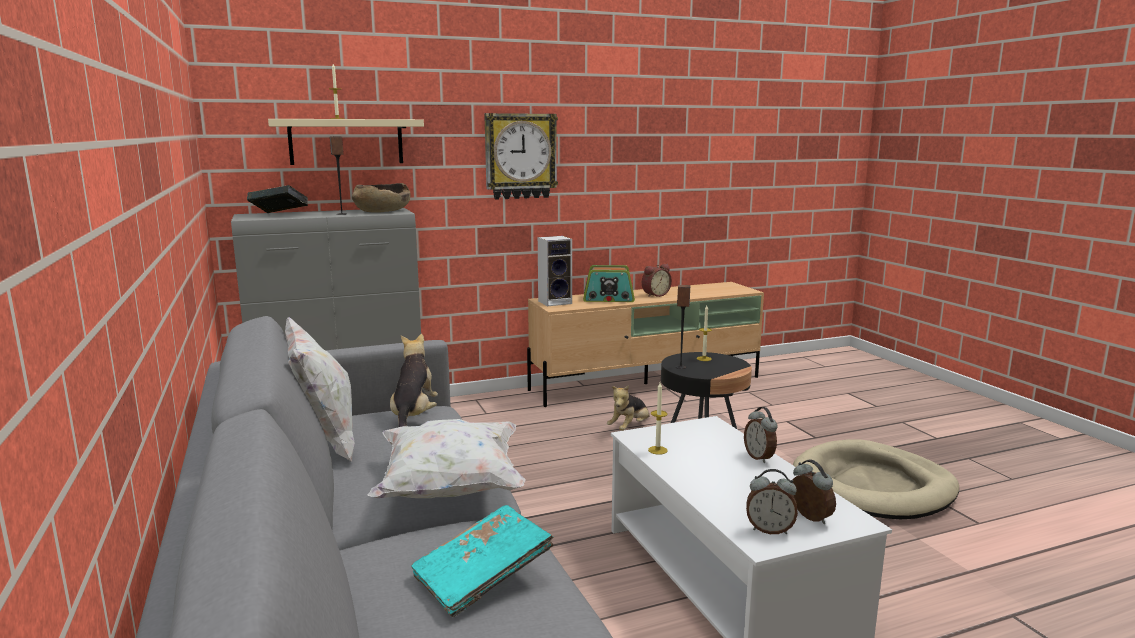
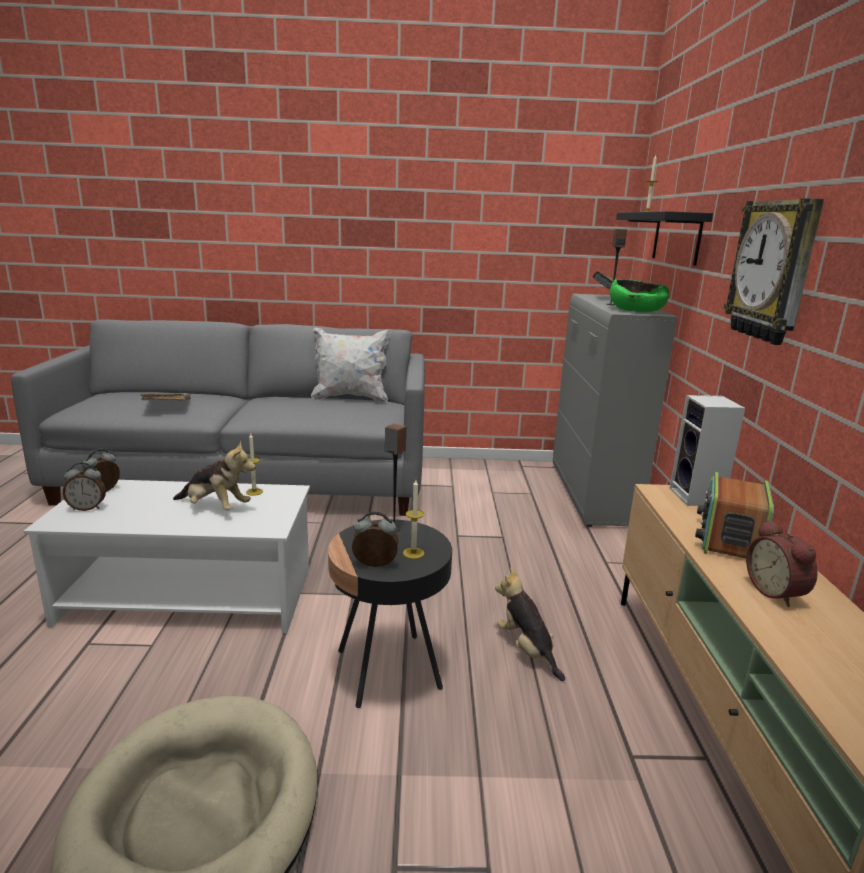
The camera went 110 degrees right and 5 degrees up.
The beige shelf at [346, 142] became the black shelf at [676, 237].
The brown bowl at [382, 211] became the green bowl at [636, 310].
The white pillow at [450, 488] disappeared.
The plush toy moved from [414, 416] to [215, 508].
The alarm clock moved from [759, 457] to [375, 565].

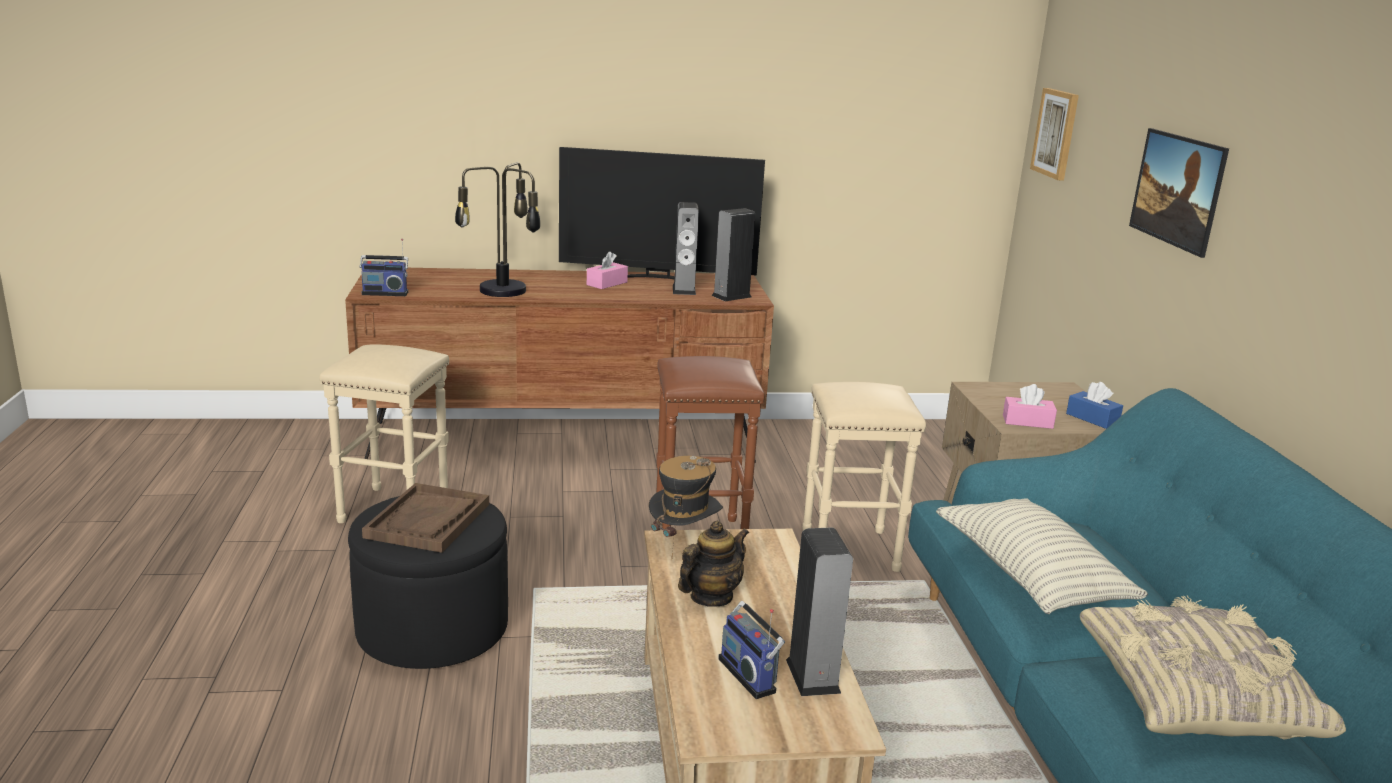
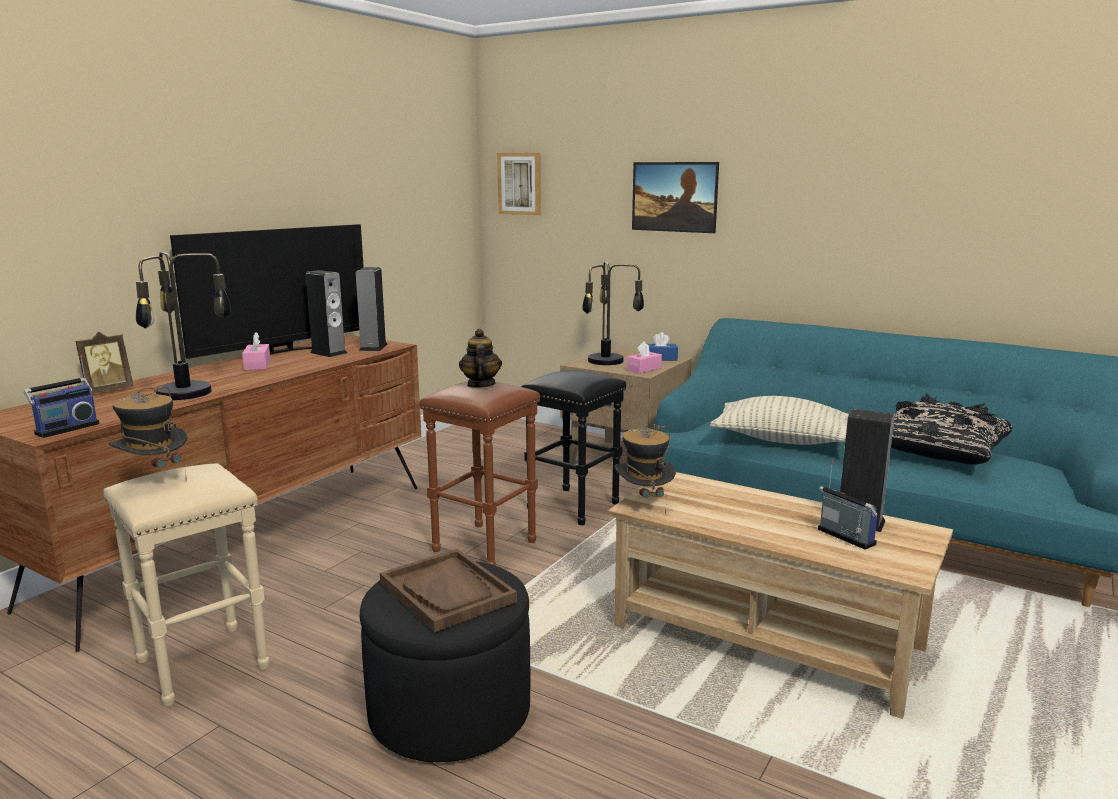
The camera went 50 degrees left and 5 degrees down.
The teapot moved from [711, 597] to [480, 385].
The radio at [750, 674] turned 135 degrees counterclockwise.
The beige stool at [851, 548] became the black stool at [573, 505].
The beige pillow at [1193, 702] became the black pillow at [938, 454].
The picture frame at [107, 391] appeared.
The hat at [154, 479] appeared.
The table lamp at [606, 361] appeared.

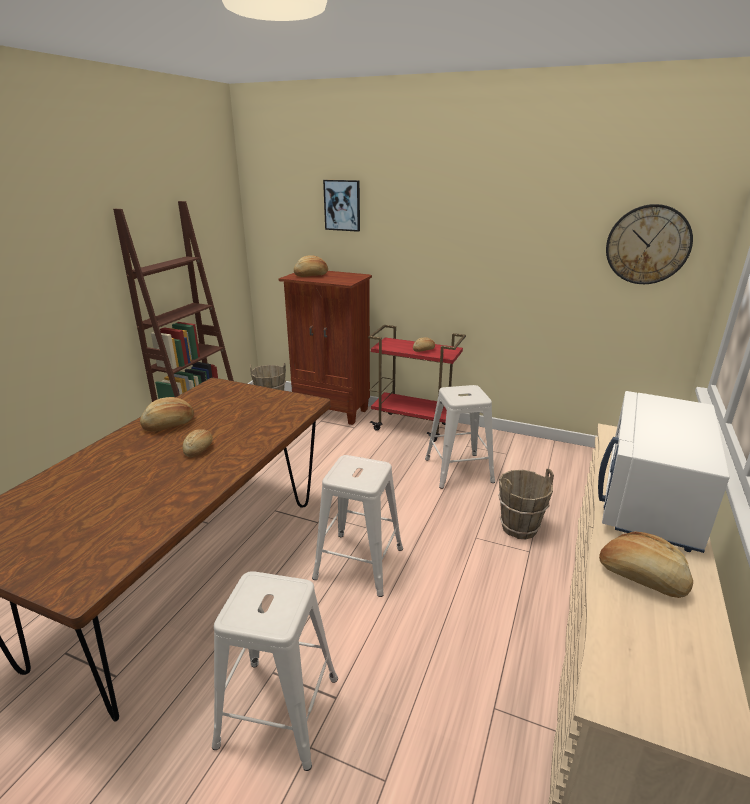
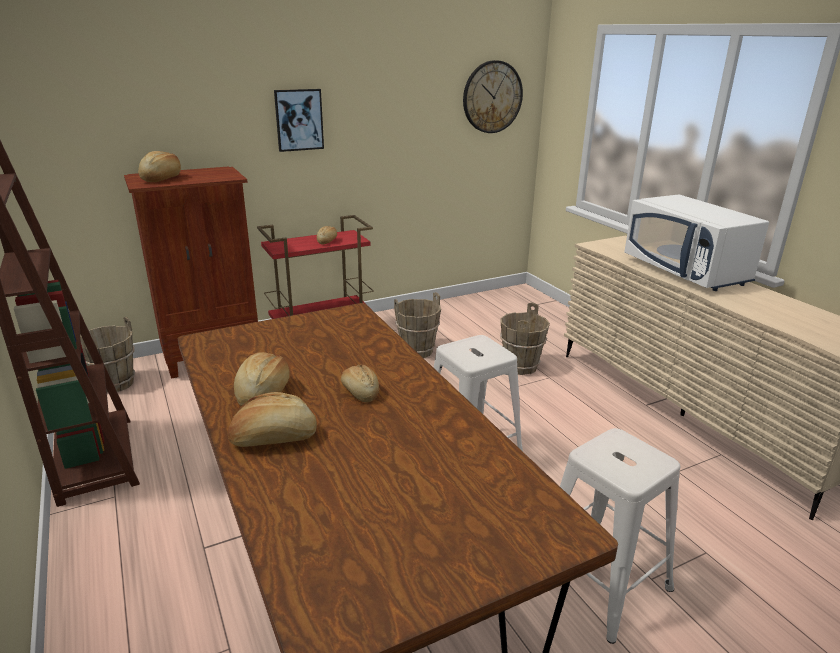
The camera went 50 degrees left and 0 degrees up.
The picture moved from [342, 205] to [299, 120].
The white stool at [458, 470] was replaced by the brown bucket at [417, 351].
The bread moved from [641, 578] to [274, 438].

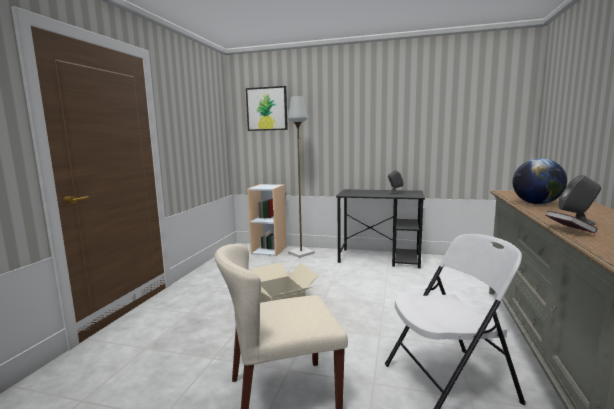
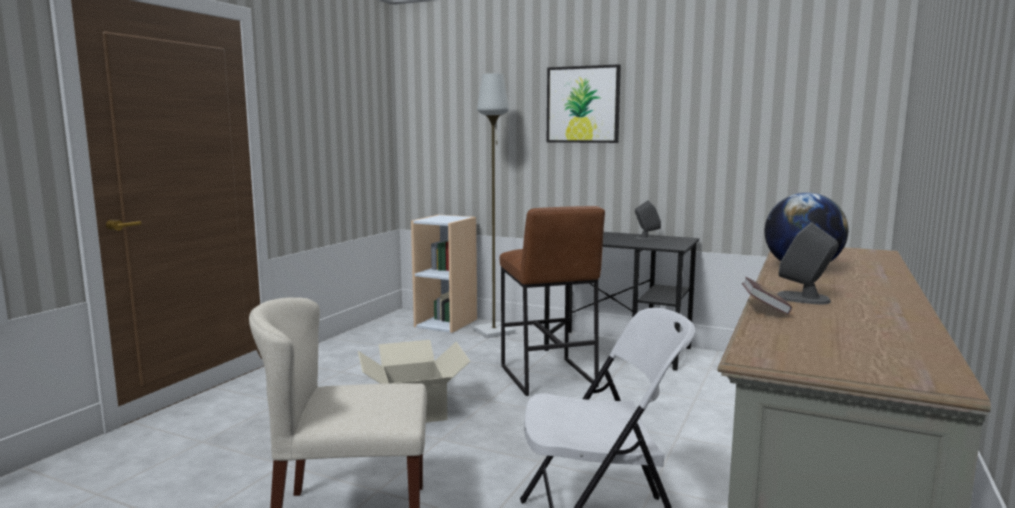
The camera went 10 degrees right and 0 degrees up.
The picture moved from [267, 109] to [583, 104].
The brown stool at [548, 377] appeared.

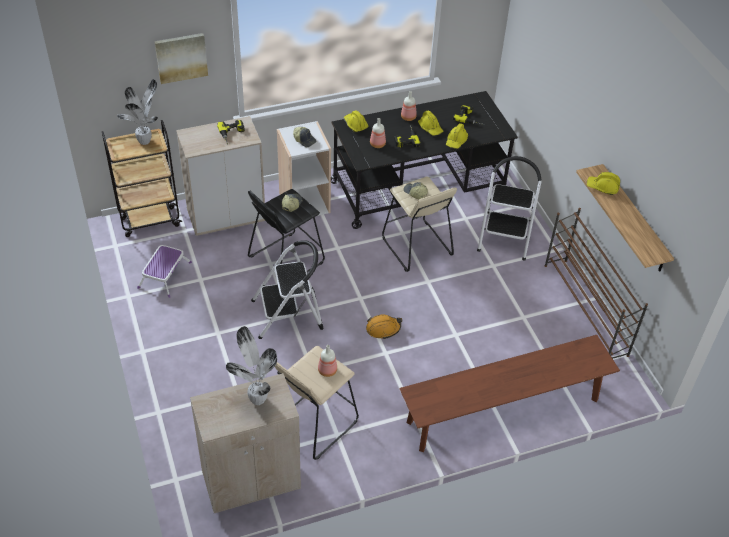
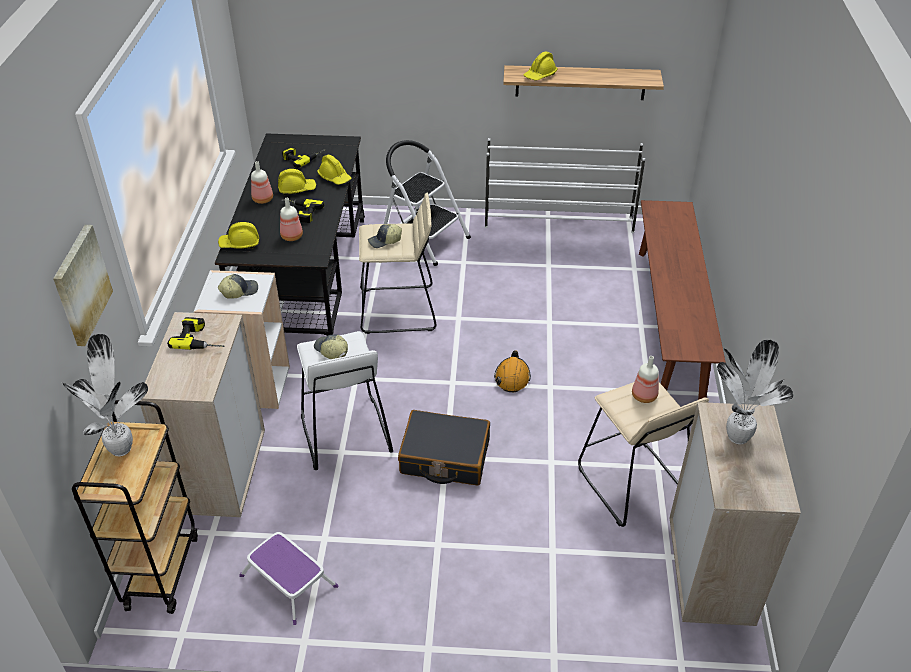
The camera went 65 degrees left and 5 degrees down.
The black stool at [286, 259] became the white stool at [344, 433].
The step ladder at [289, 315] was replaced by the black suitcase at [444, 457].
The brown shoe rack at [585, 309] became the white shoe rack at [559, 222].

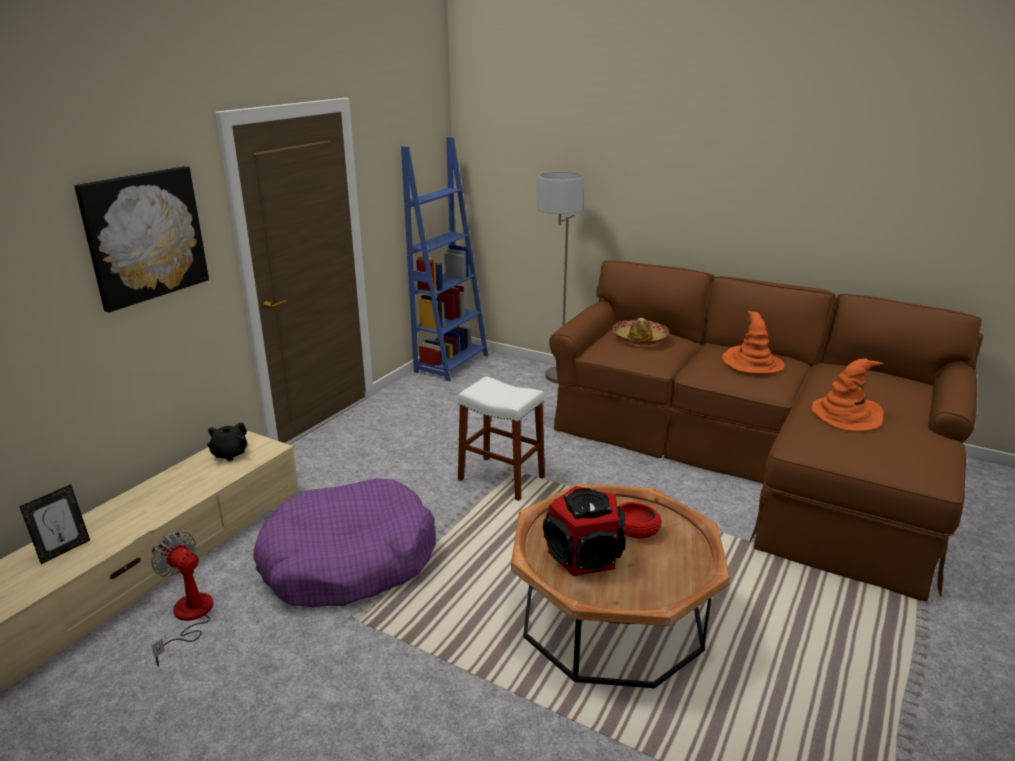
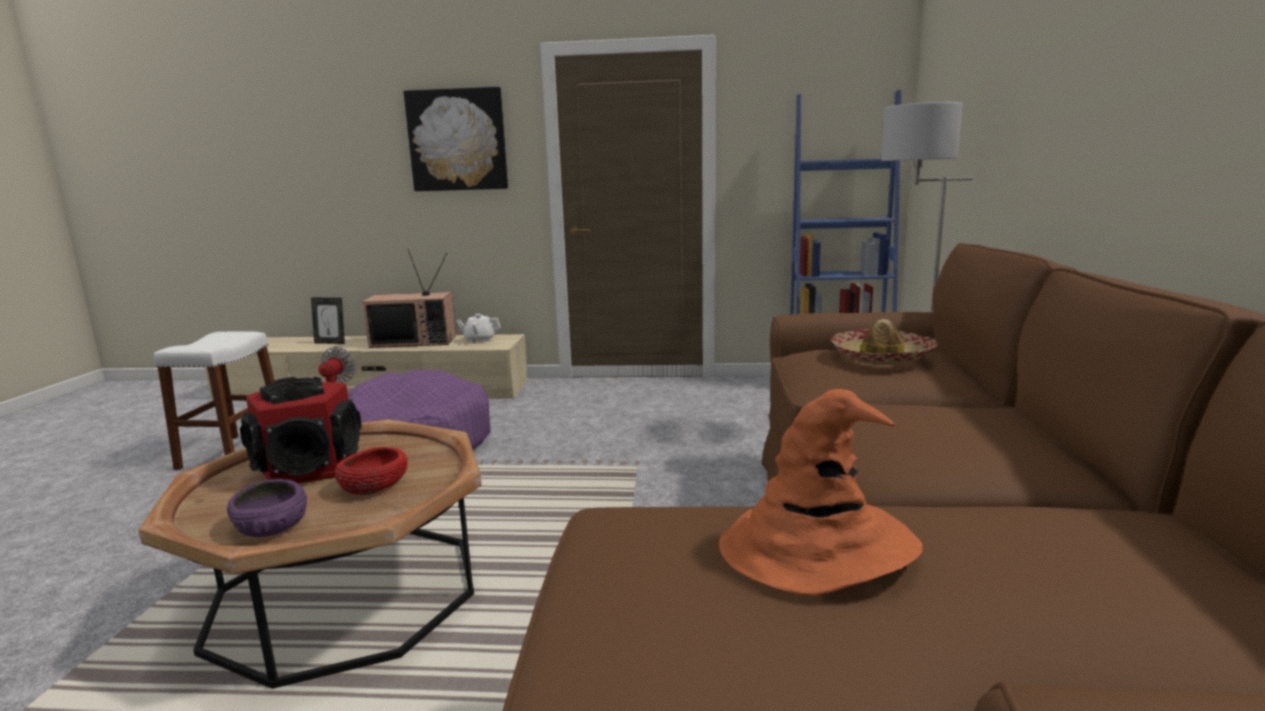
The camera went 65 degrees right and 10 degrees down.
The black teapot at [229, 454] became the white teapot at [480, 340].
The white stool moved from [501, 478] to [233, 453].
The orange hat at [752, 363] disappeared.
The purple bowl at [272, 524] appeared.
The television at [415, 341] appeared.

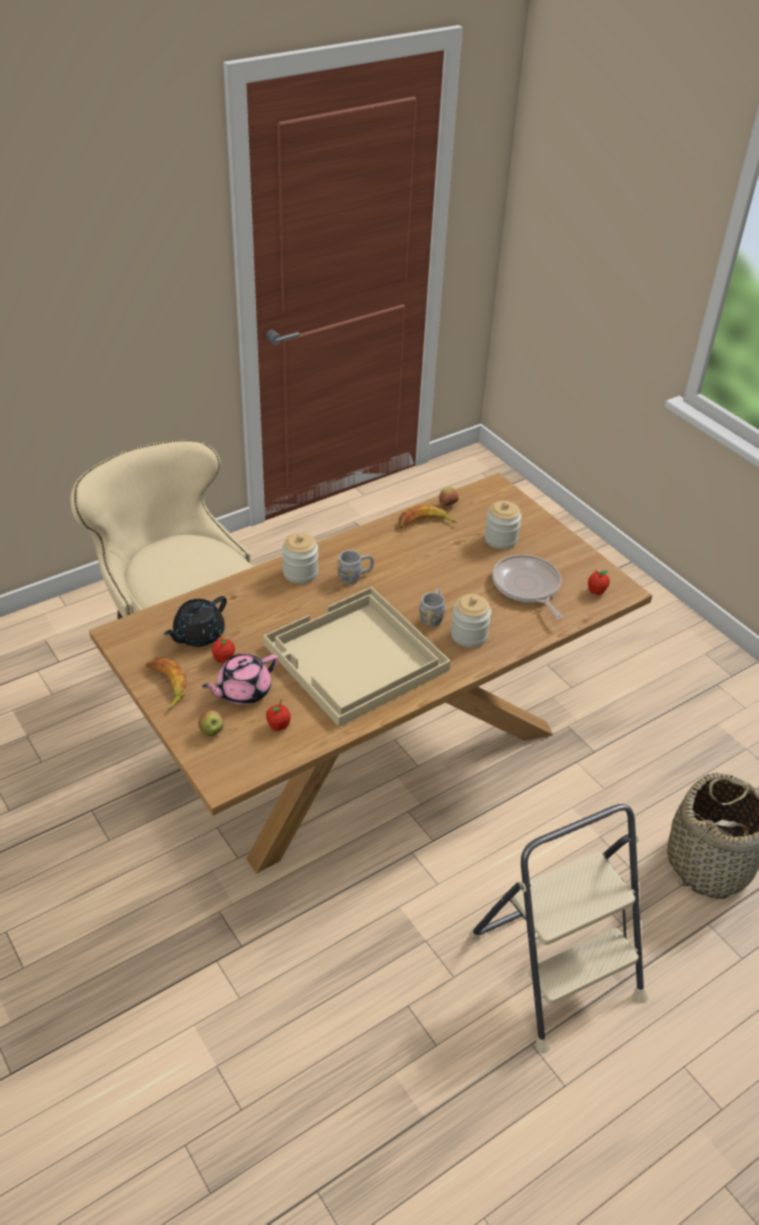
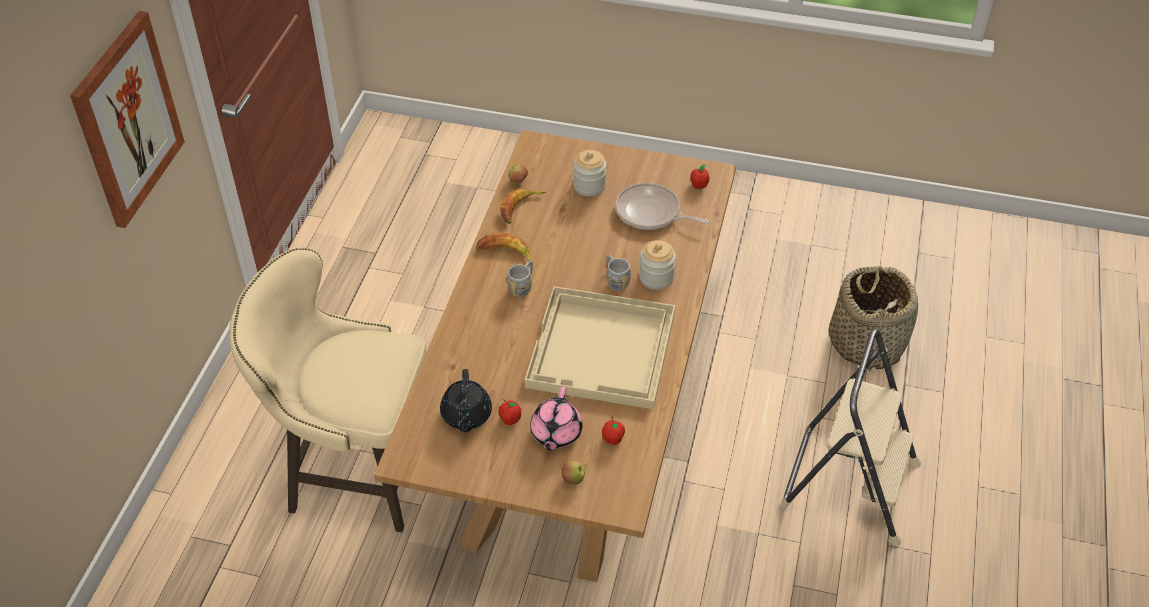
The camera went 40 degrees left and 5 degrees up.
The banana moved from [166, 685] to [504, 253].
The jar at [300, 572] disappeared.
The picture at [127, 119] appeared.

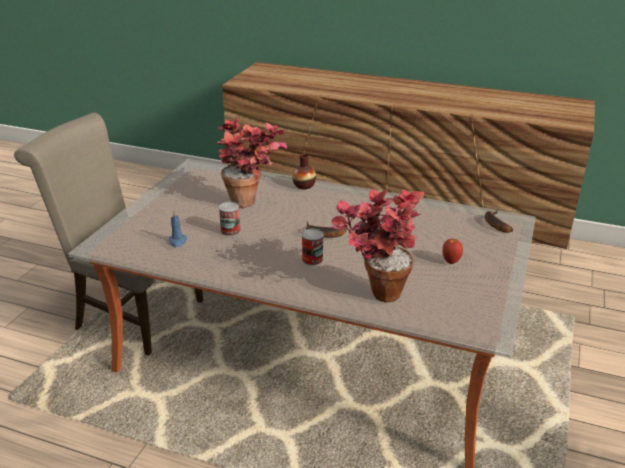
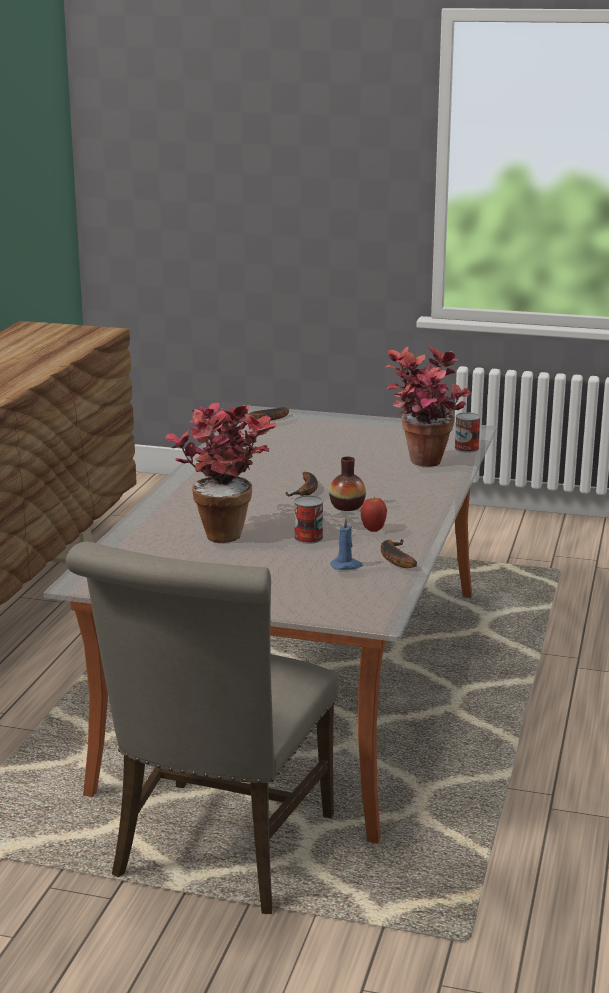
The camera went 95 degrees left and 10 degrees down.
The vase moved from [304, 185] to [347, 506].
The can moved from [312, 259] to [466, 448].
The apple moved from [451, 261] to [373, 530].
The banana at [394, 558] appeared.

